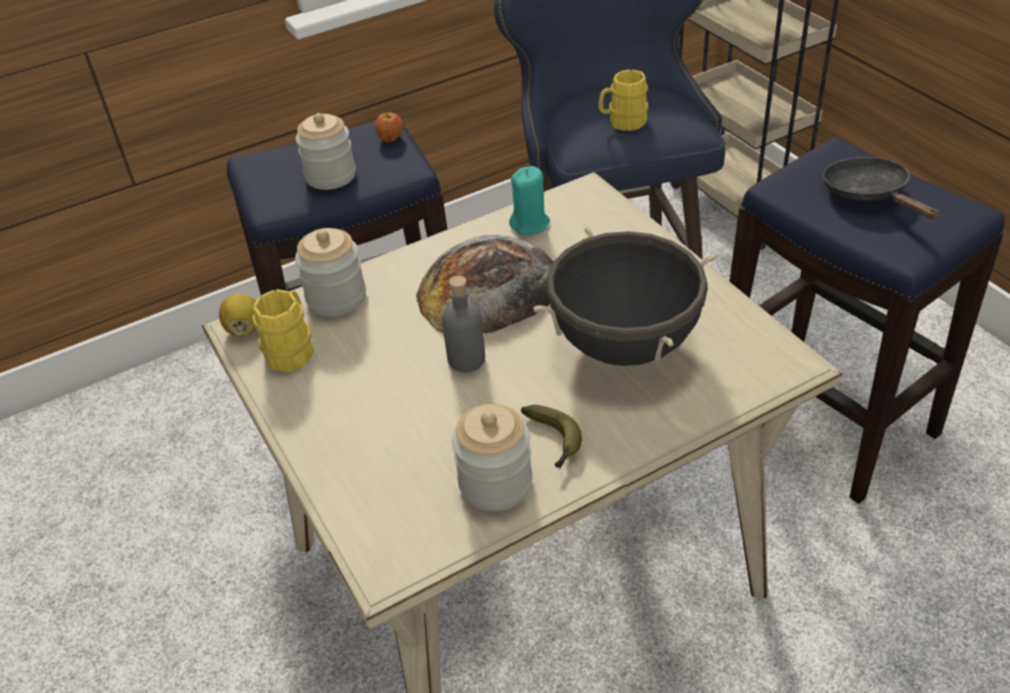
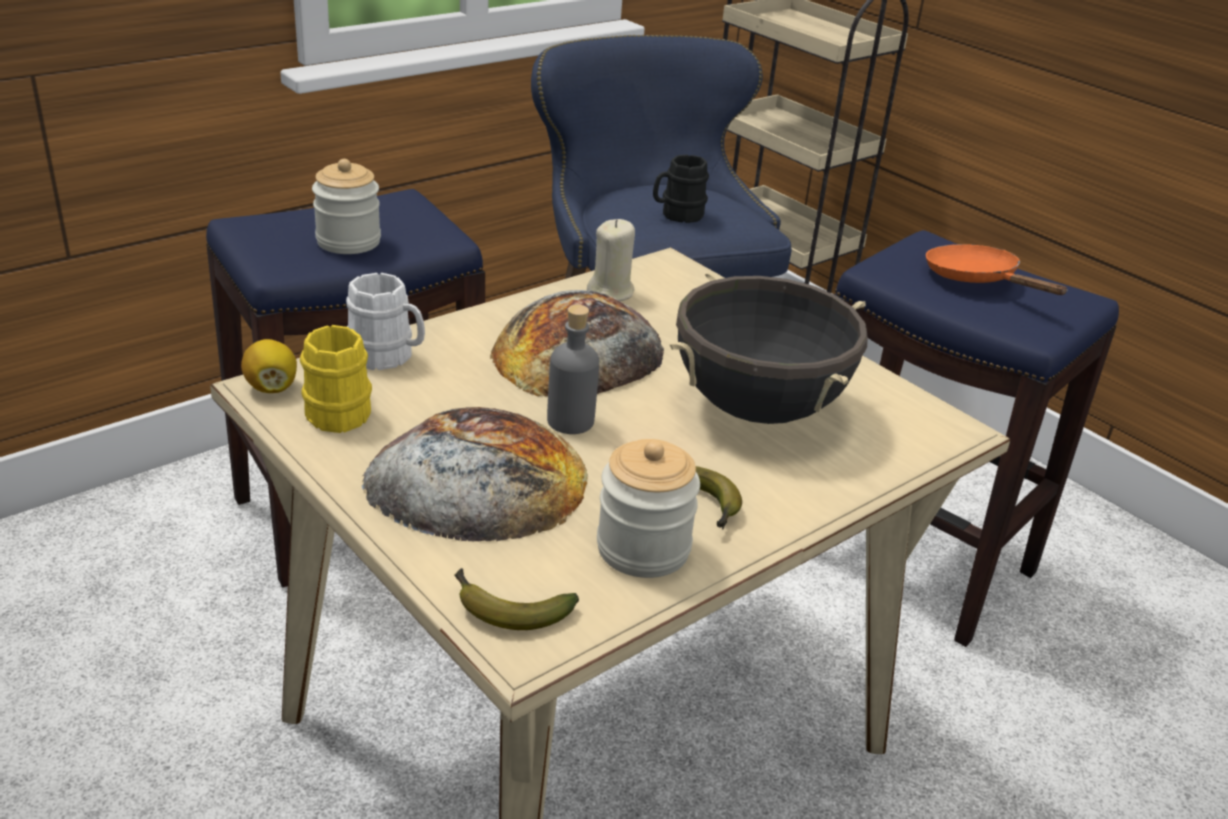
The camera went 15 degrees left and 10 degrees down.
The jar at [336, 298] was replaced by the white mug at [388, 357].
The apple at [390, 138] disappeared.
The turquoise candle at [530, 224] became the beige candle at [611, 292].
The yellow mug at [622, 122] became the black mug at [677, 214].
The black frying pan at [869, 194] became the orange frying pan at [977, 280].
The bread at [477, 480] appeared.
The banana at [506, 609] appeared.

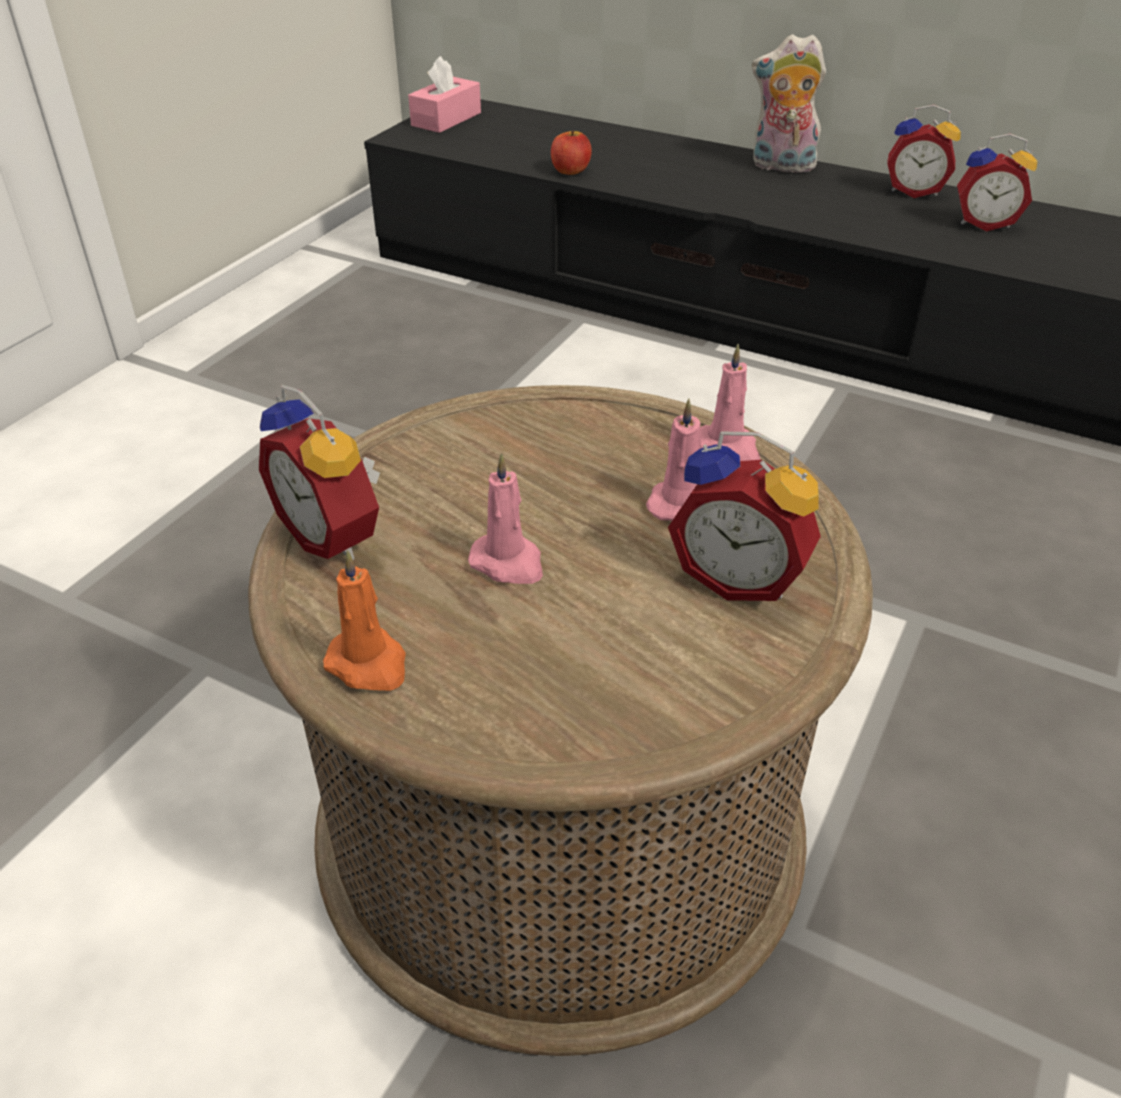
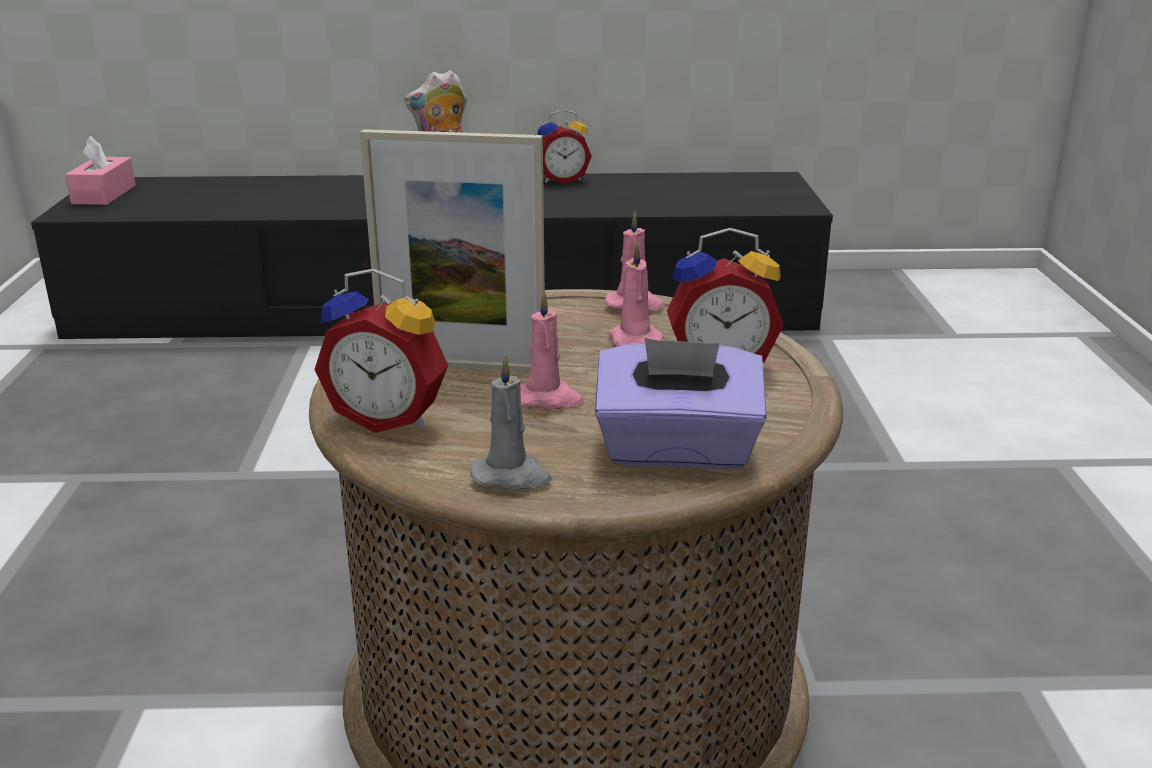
The camera went 30 degrees left and 15 degrees down.
The orange candle at [369, 664] became the grey candle at [512, 476].
The apple at [570, 171] disappeared.
The alarm clock at [984, 223] disappeared.
The picture frame at [461, 366] appeared.
The purple tissue box at [677, 451] appeared.

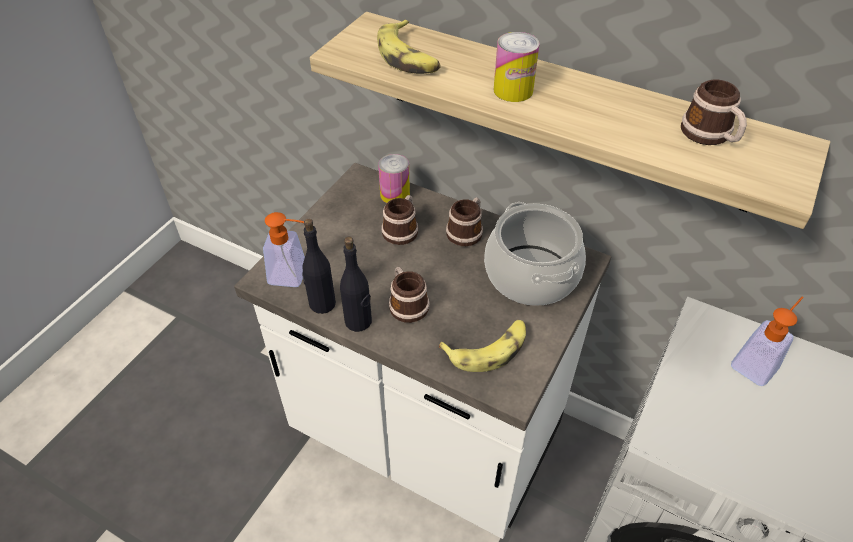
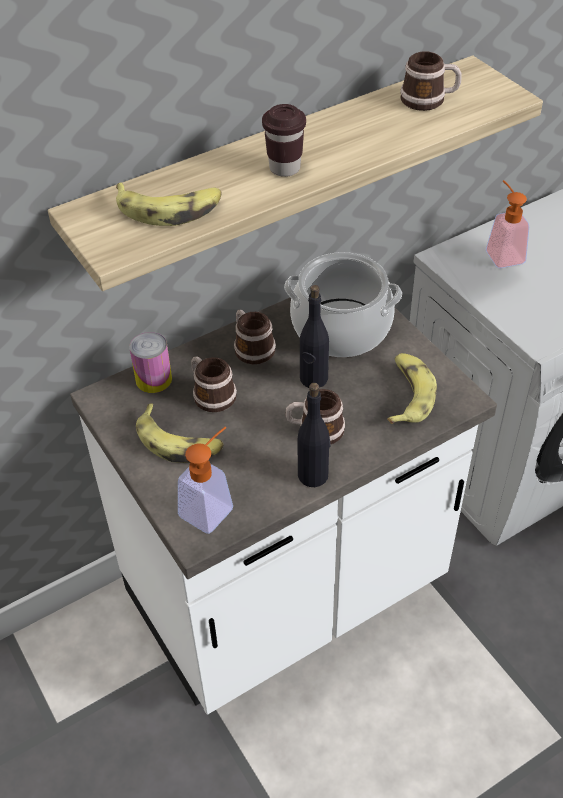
The camera went 60 degrees left and 0 degrees up.
The black bottle moved from [322, 303] to [313, 379].
The can at [513, 90] was replaced by the brown cup at [284, 168].
The banana at [179, 442] appeared.

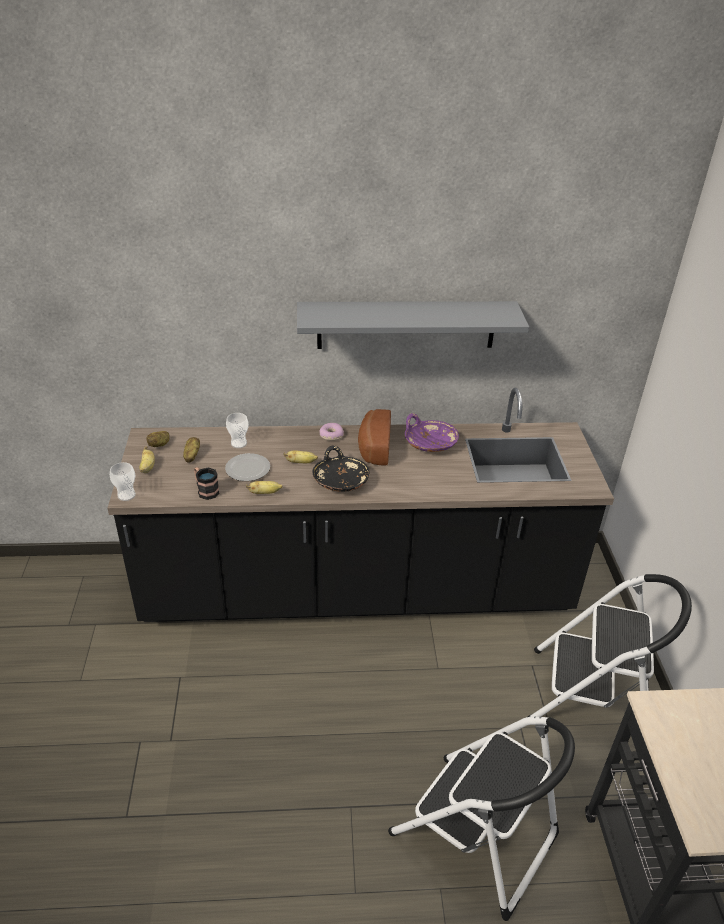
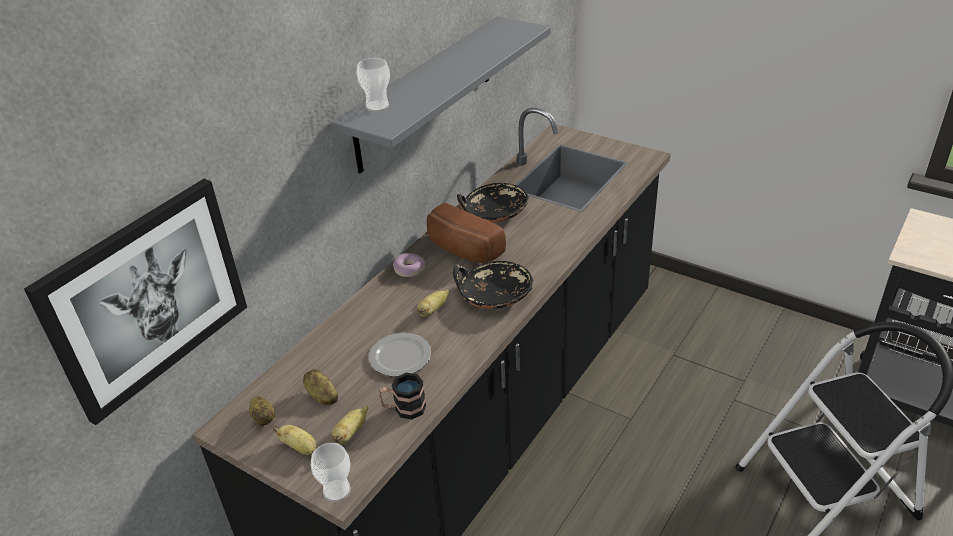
The camera went 50 degrees left and 0 degrees up.
The cup moved from [239, 443] to [377, 106].
The banana moved from [265, 493] to [351, 433].
The purple bowl at [429, 443] became the black bowl at [494, 212].
The step ladder at [593, 699] disappeared.
The picture at [147, 297] appeared.

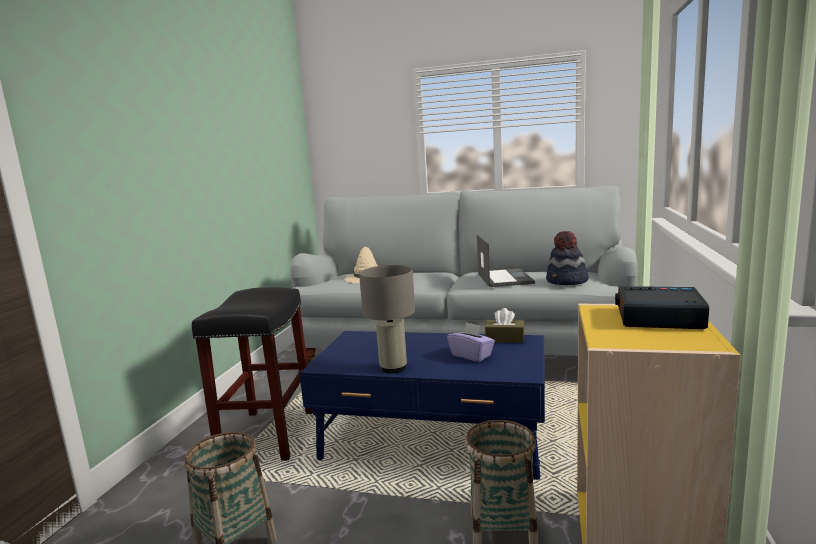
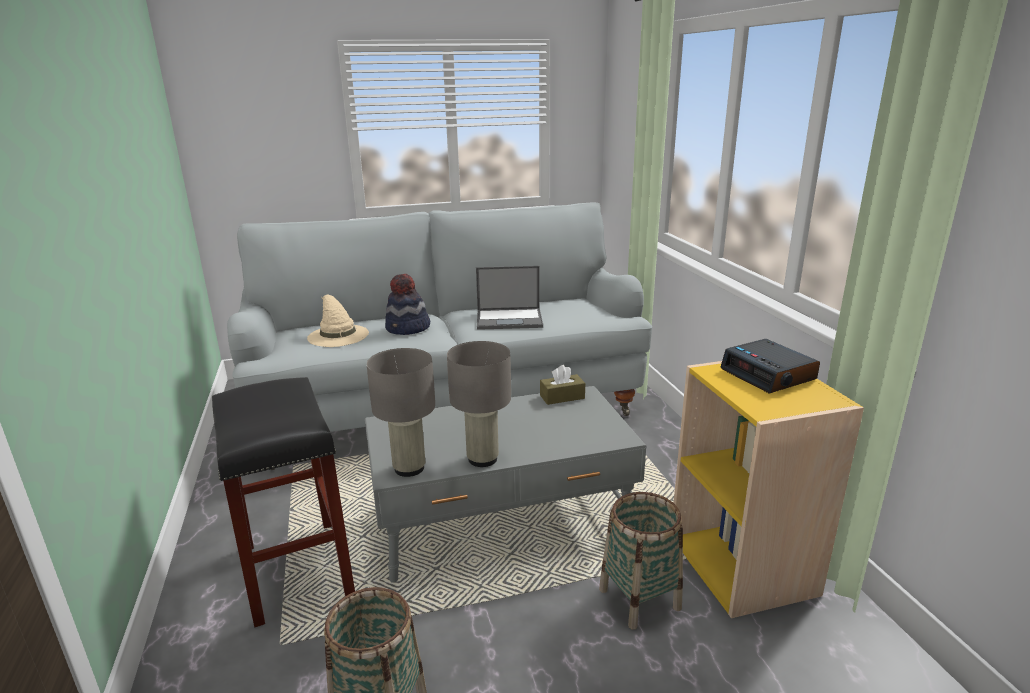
The camera went 30 degrees left and 10 degrees up.
The blue coffee table at [434, 439] became the grey coffee table at [503, 520].
The purple tissue box at [471, 355] disappeared.
The laptop at [504, 278] turned 120 degrees clockwise.
The hat moved from [566, 281] to [408, 328].
The alarm clock at [658, 317] turned 105 degrees counterclockwise.
The grey table lamp at [409, 469] appeared.

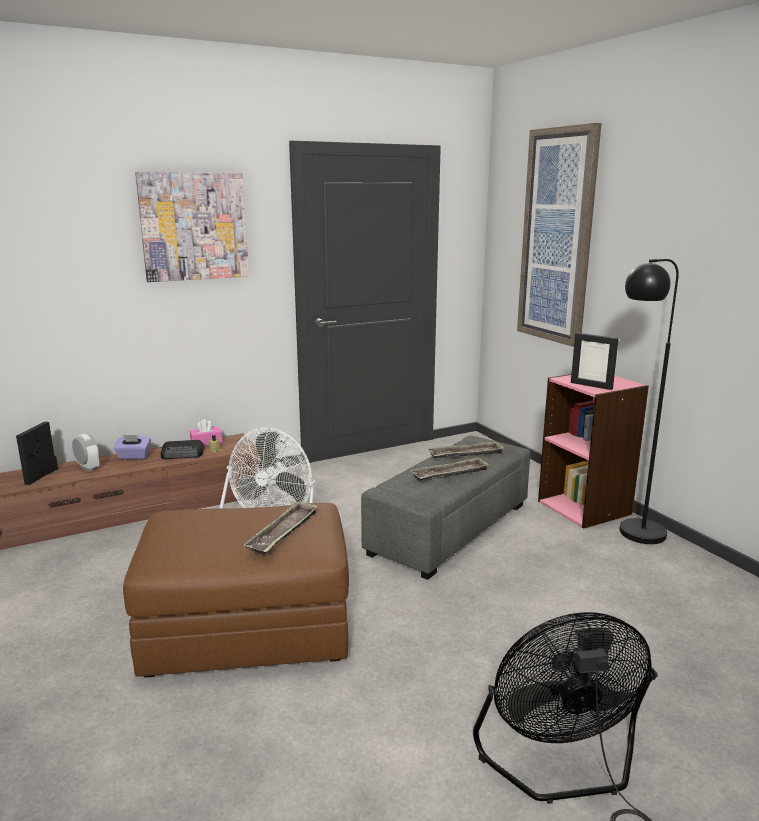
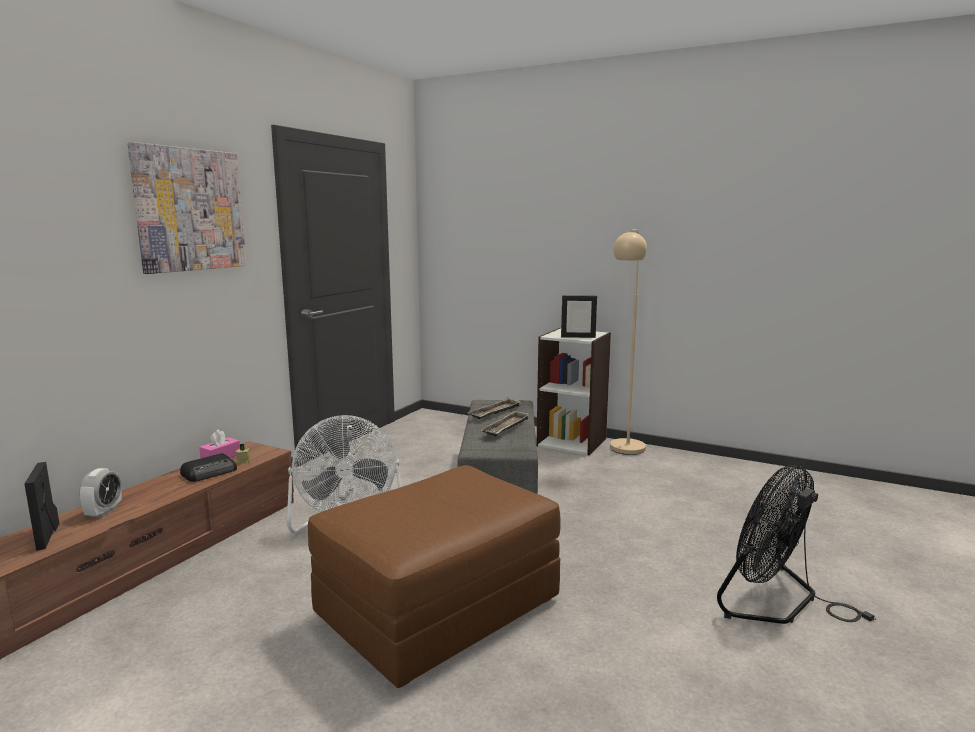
The camera went 35 degrees left and 5 degrees down.
The alarm clock at [88, 467] turned 90 degrees clockwise.
The purple tissue box at [133, 457] disappeared.
The tray at [283, 532] disappeared.
The picture at [557, 237] disappeared.
The pink bookcase at [585, 507] became the white bookcase at [572, 442].
The black floor lamp at [632, 537] became the beige floor lamp at [624, 452].

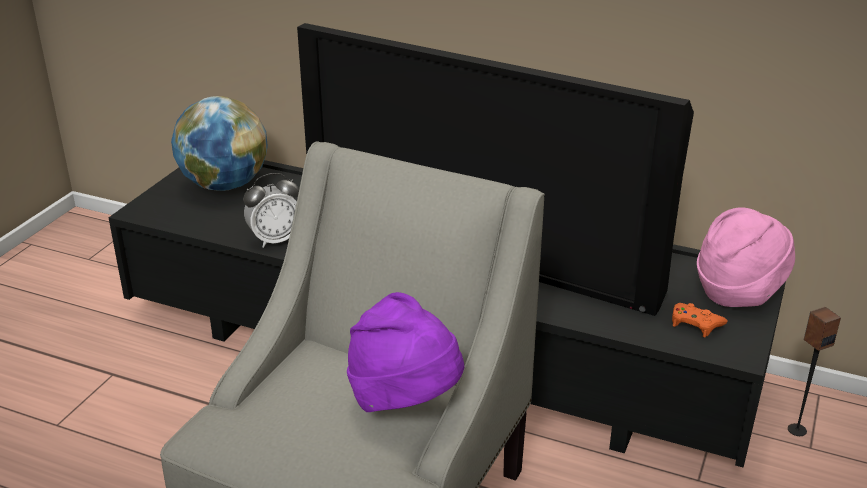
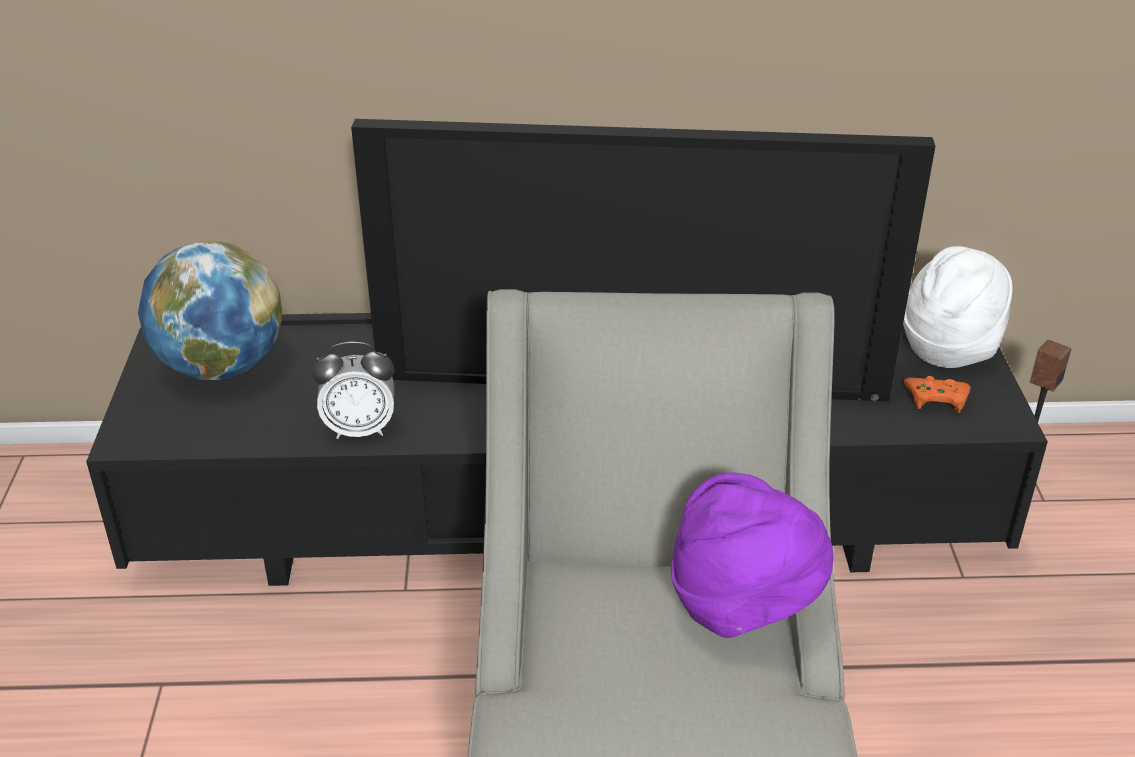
The camera went 25 degrees left and 5 degrees up.
The alarm clock at [275, 240] turned 45 degrees clockwise.
The pink hat at [739, 291] became the white hat at [950, 345].

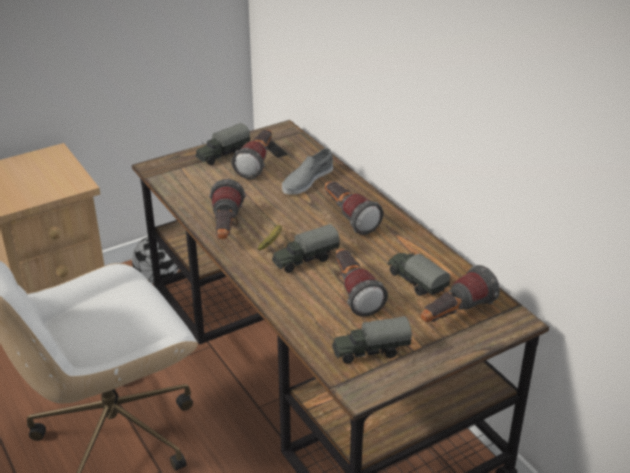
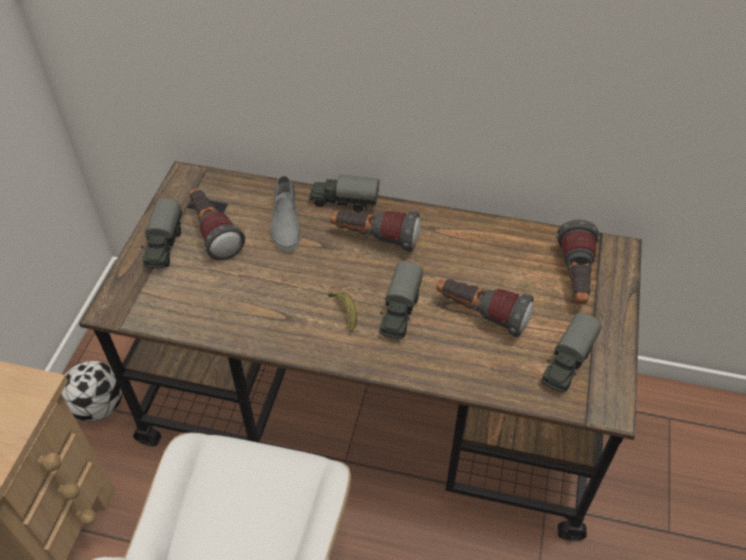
The camera went 45 degrees left and 15 degrees up.
The flashlight at [226, 228] disappeared.
The toy truck moved from [416, 282] to [344, 202].

